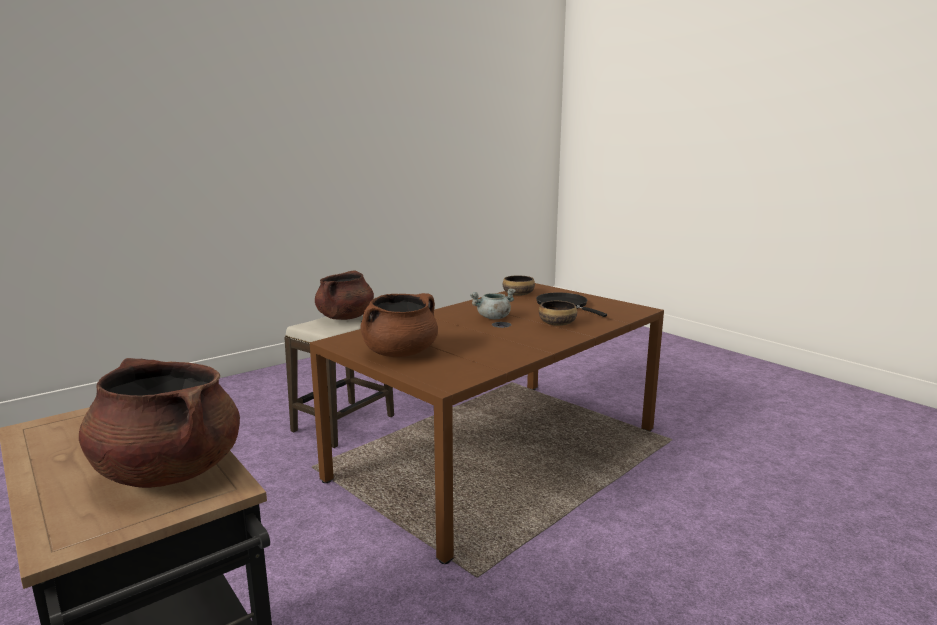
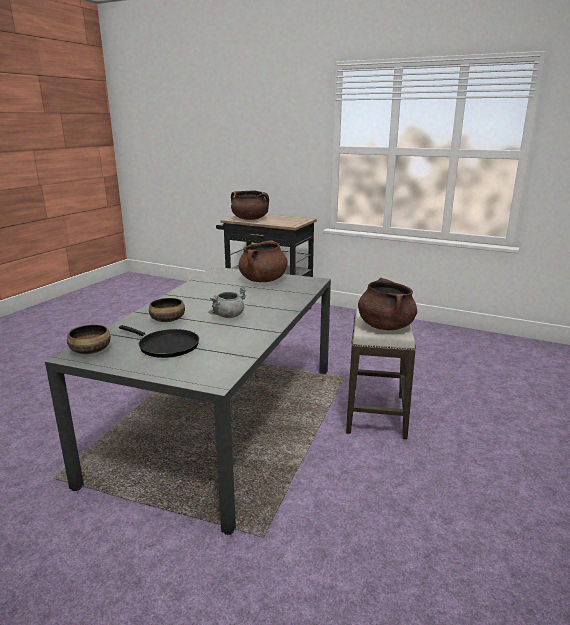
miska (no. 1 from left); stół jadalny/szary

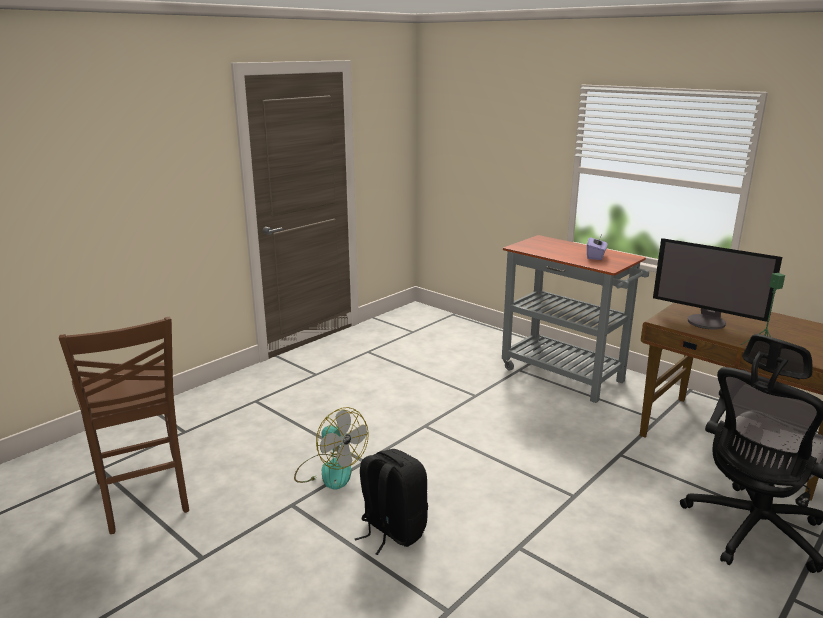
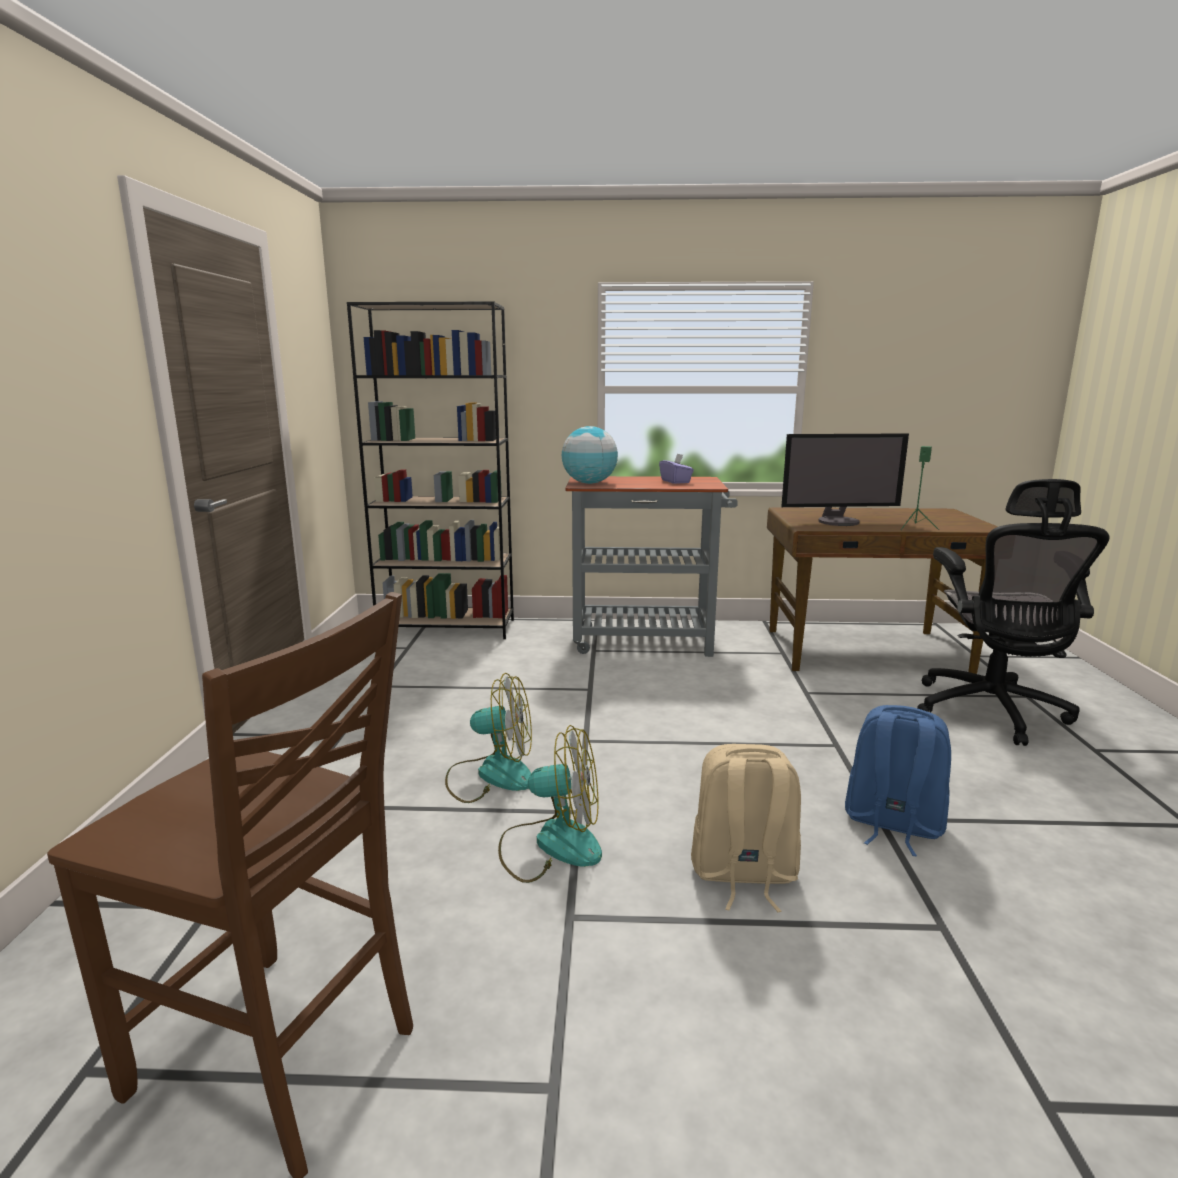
regał/beżowy; wentylator (no. 1 from left); globus; plecak/niebieski; plecak/beżowy

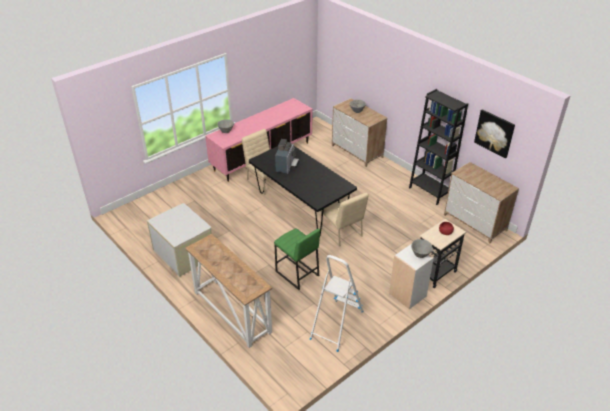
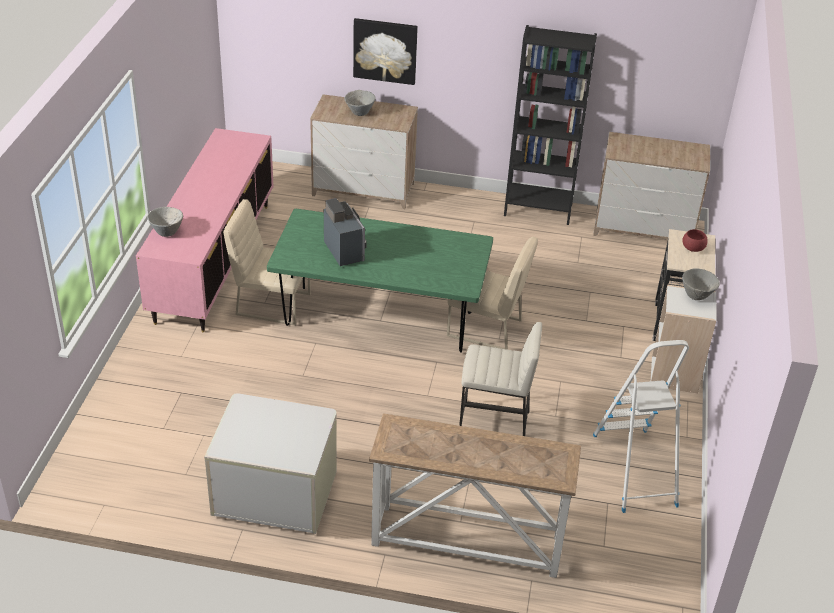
obraz; stół jadalny/zielony; stołek/beżowy

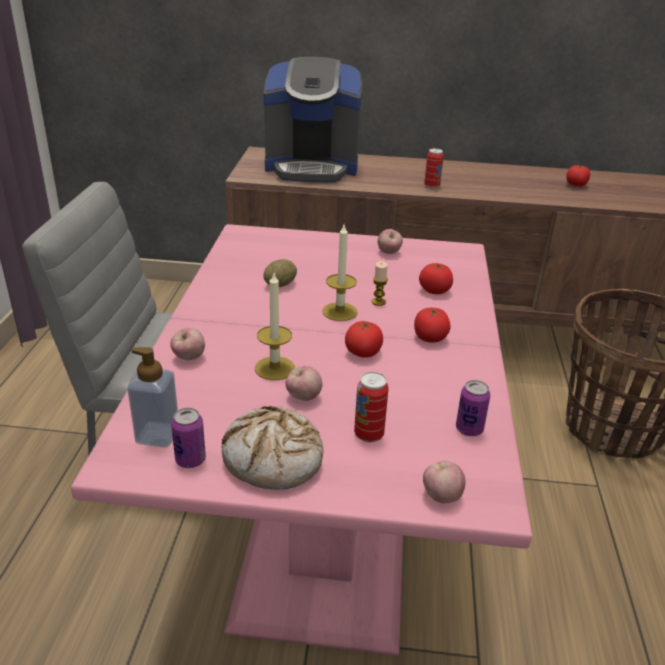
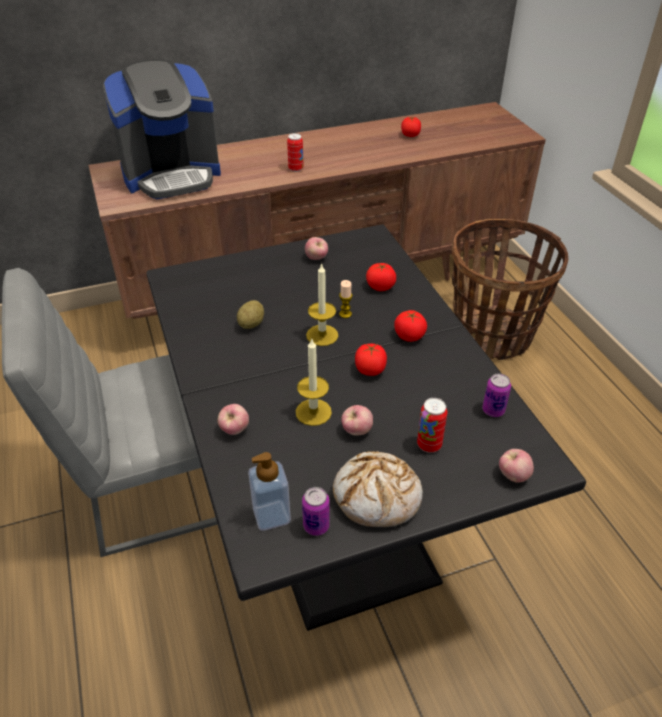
stół jadalny/czarny

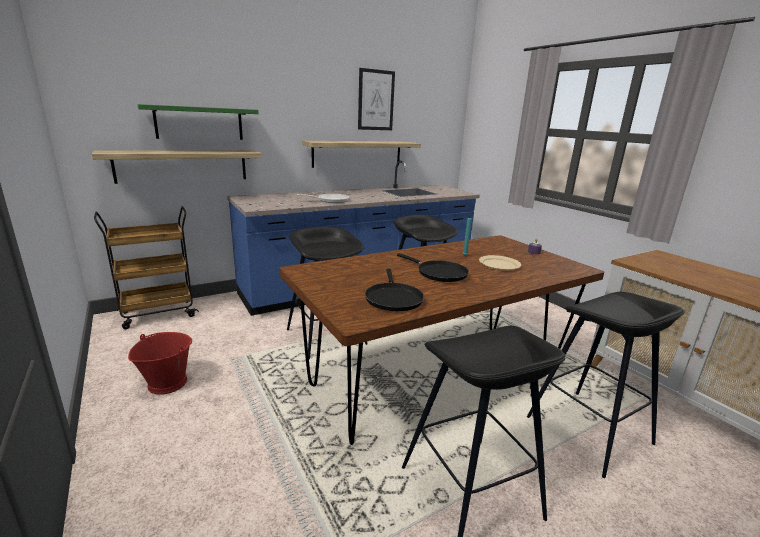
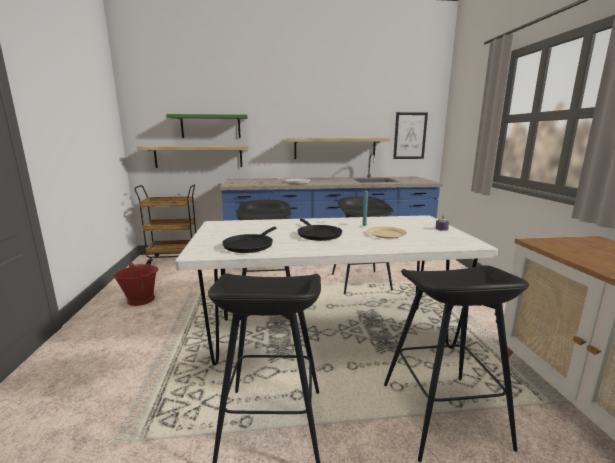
obraz; stół jadalny/biały

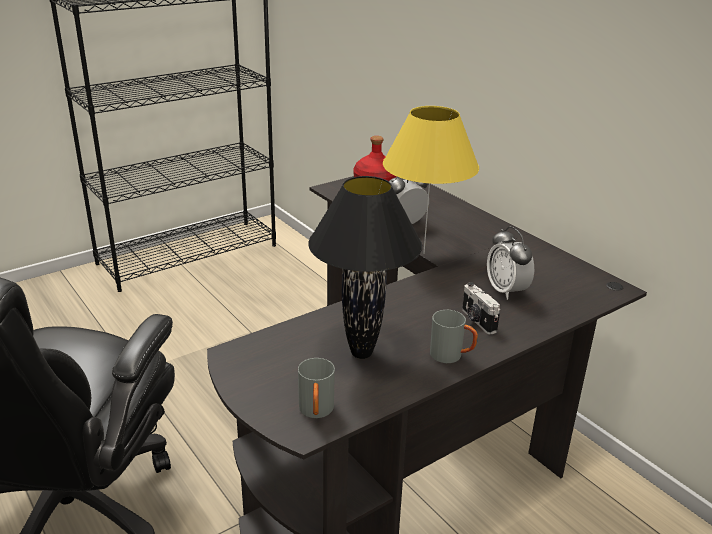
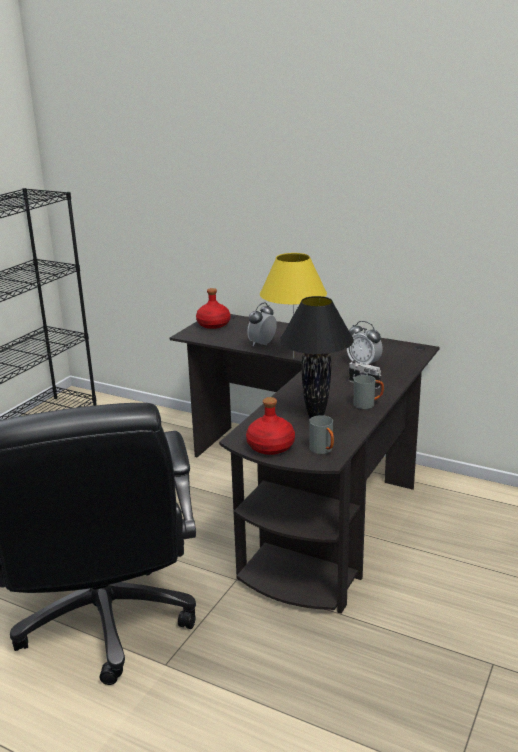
butelka/czerwony (no. 2 from left)

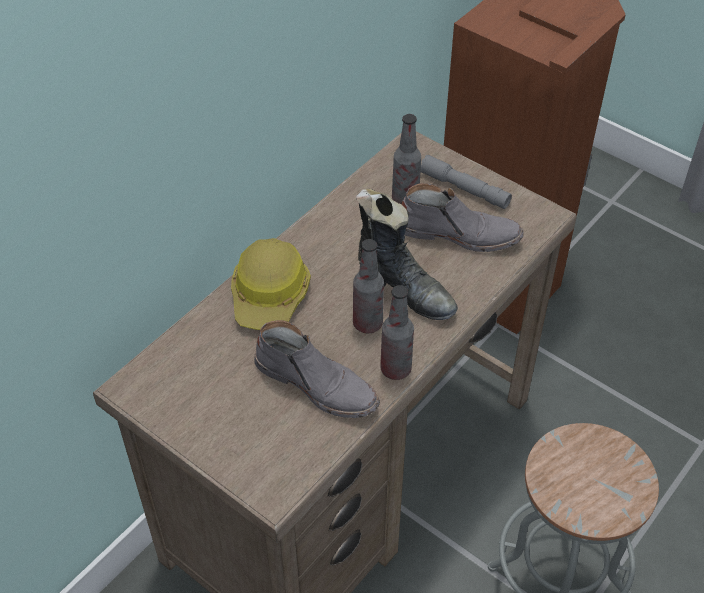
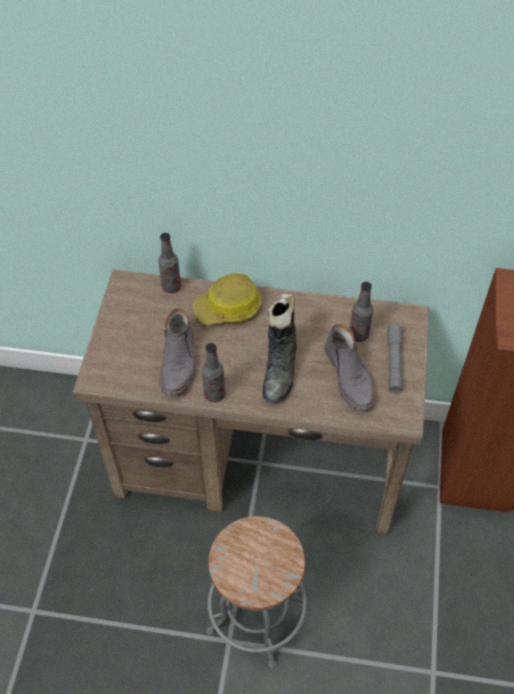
butelka (no. 1 from left)

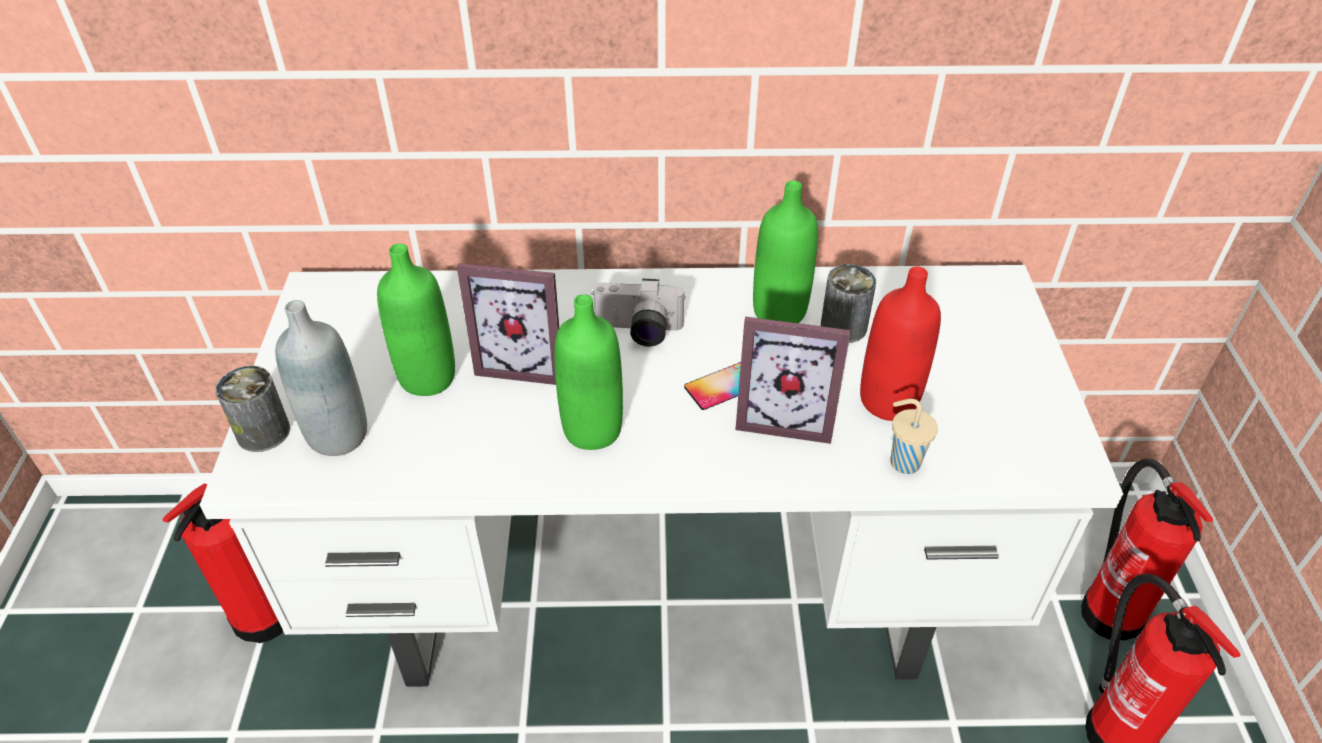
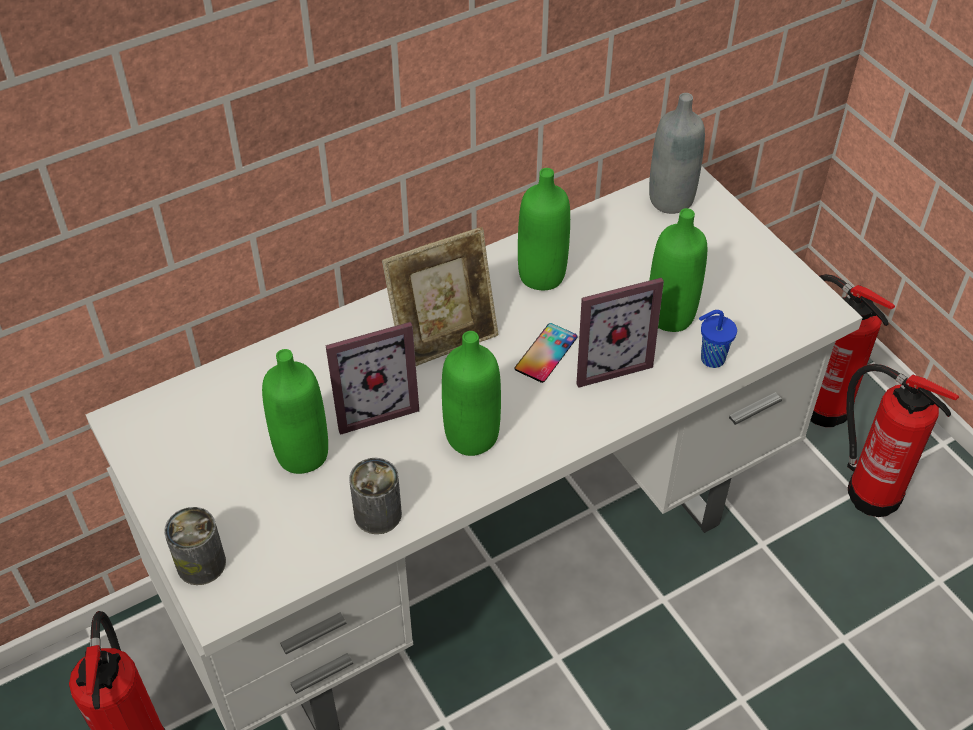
butelka/szary; puszka (no. 2 from left); ramka na zdjęcie (no. 2 from left); butelka/zielony (no. 4 from left); filiżanka/niebieski

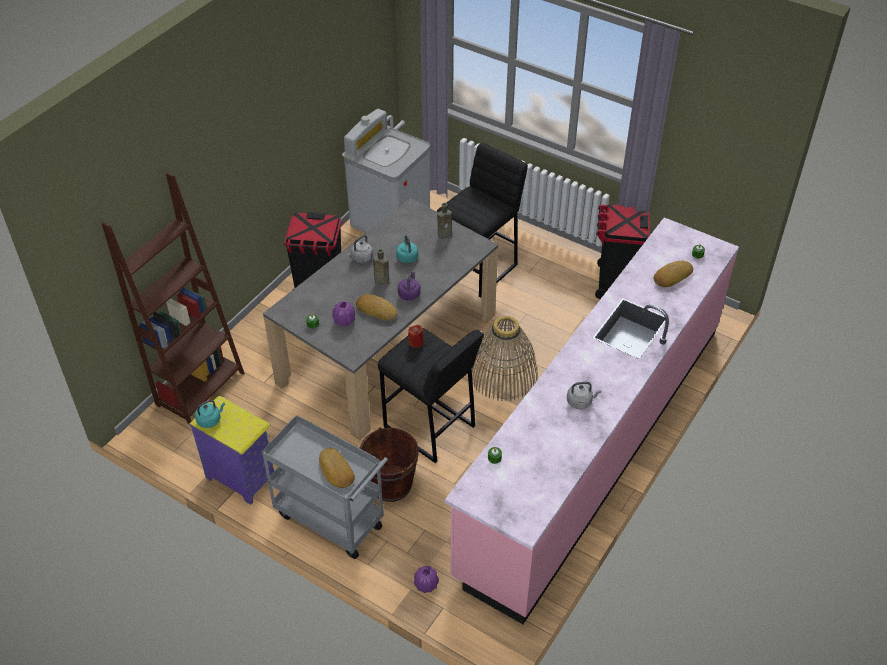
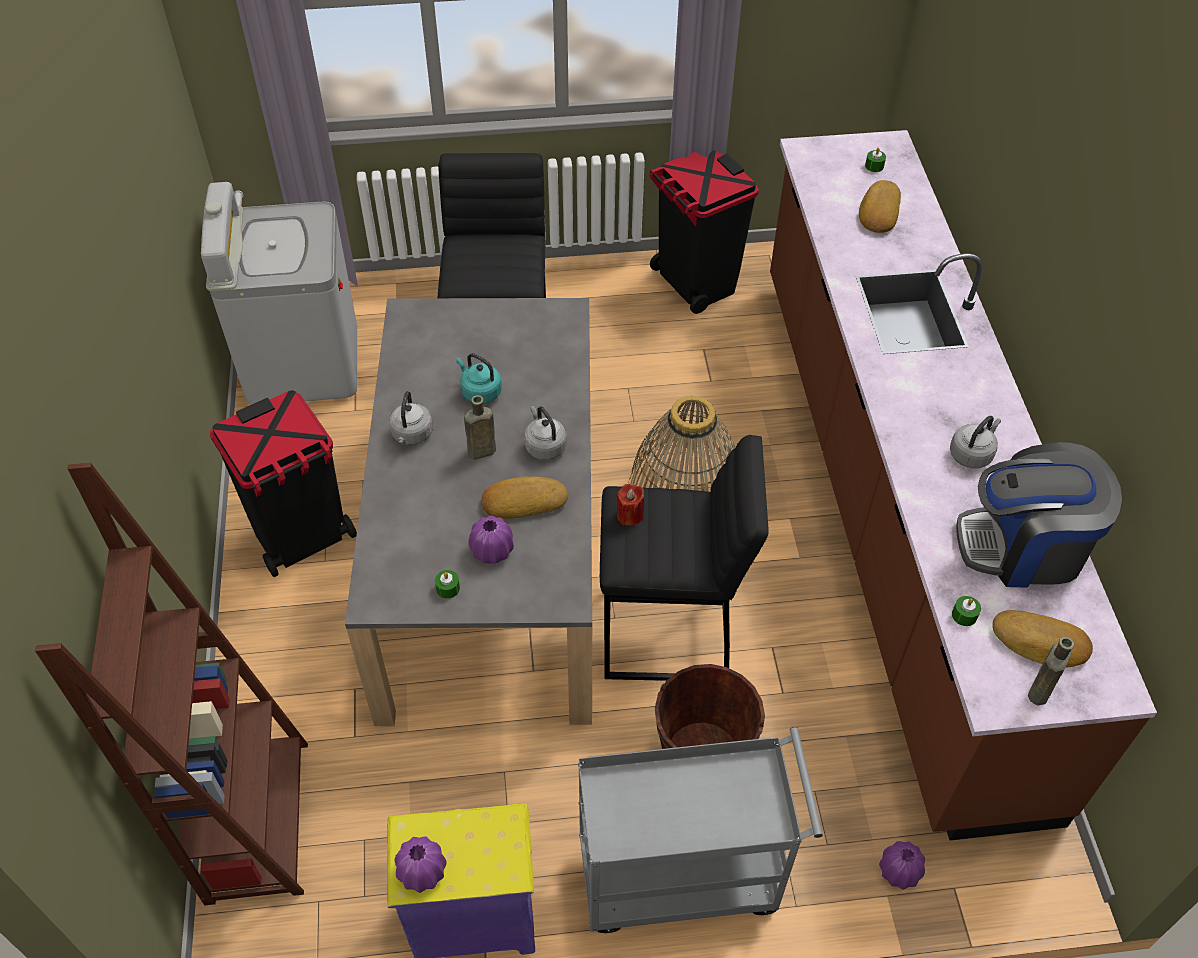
ekspres do kawy; chleb (no. 3 from left); butelka/brązowy (no. 2 from left); wazon/fioletowy (no. 1 from left); czajnik/szary (no. 2 from left); zabudowa kuchenna/brązowy

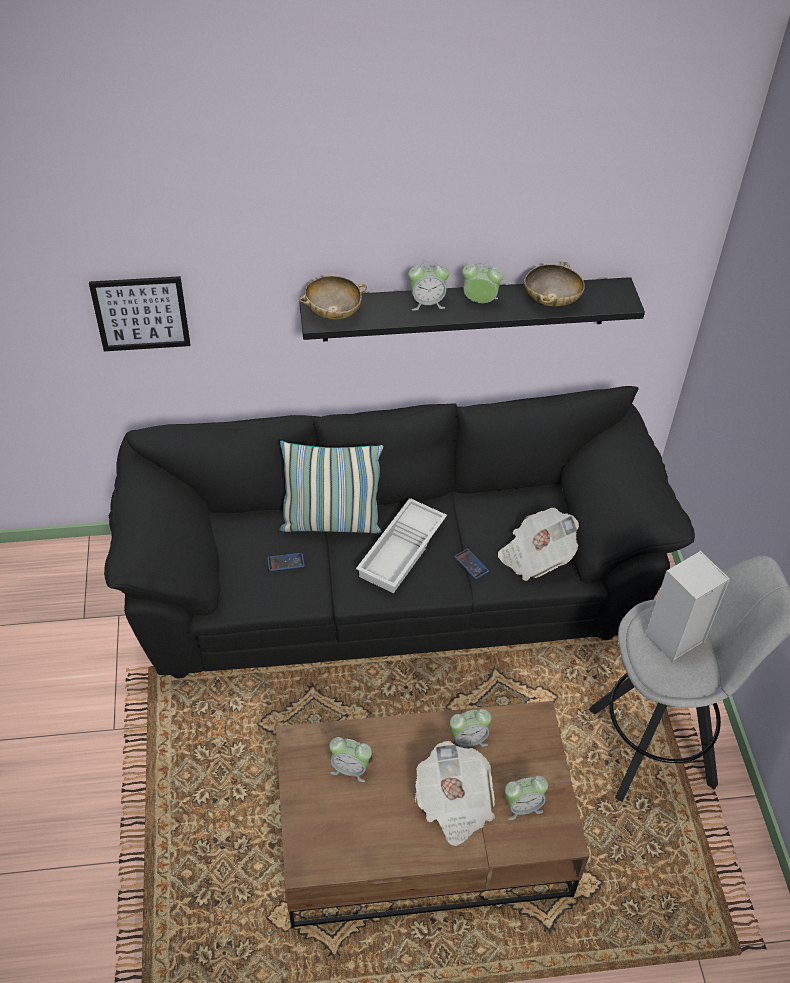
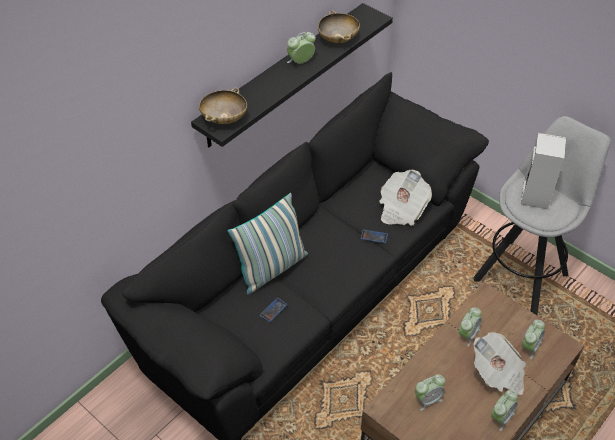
obraz; taca/biały; budzik (no. 4 from left)

